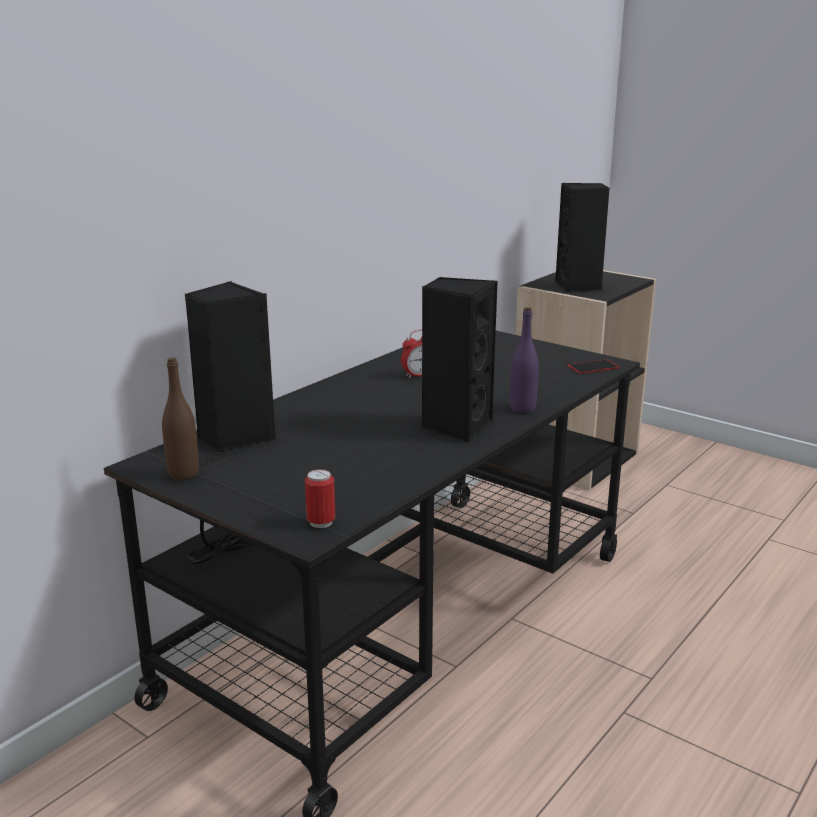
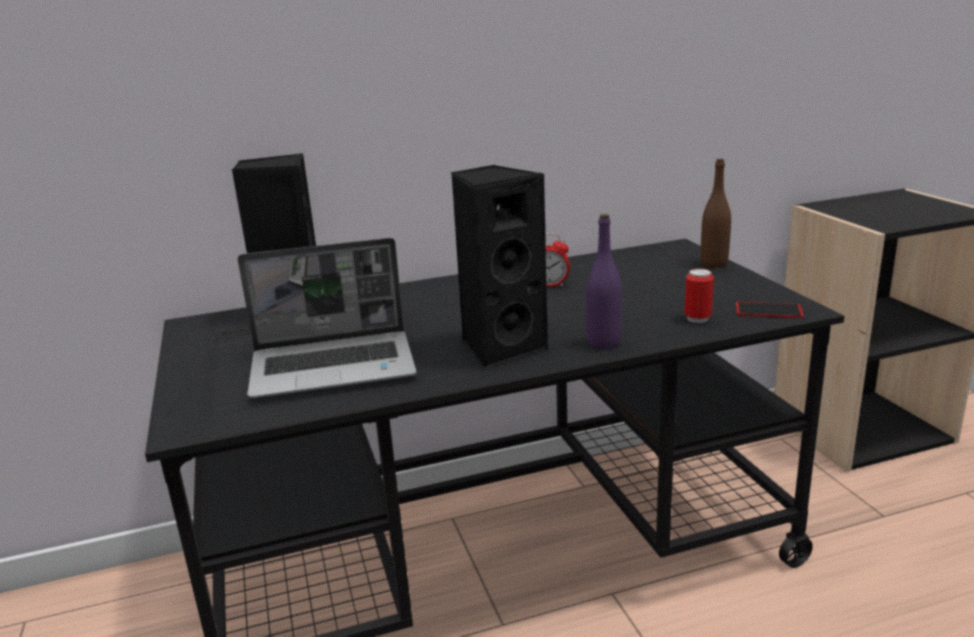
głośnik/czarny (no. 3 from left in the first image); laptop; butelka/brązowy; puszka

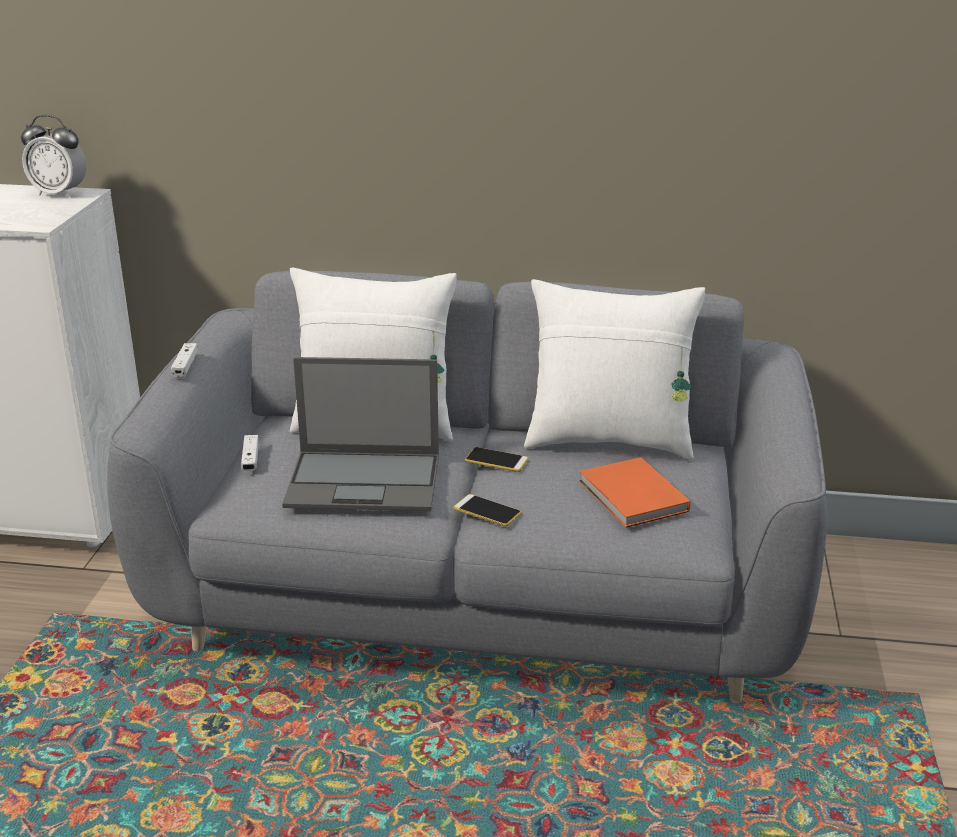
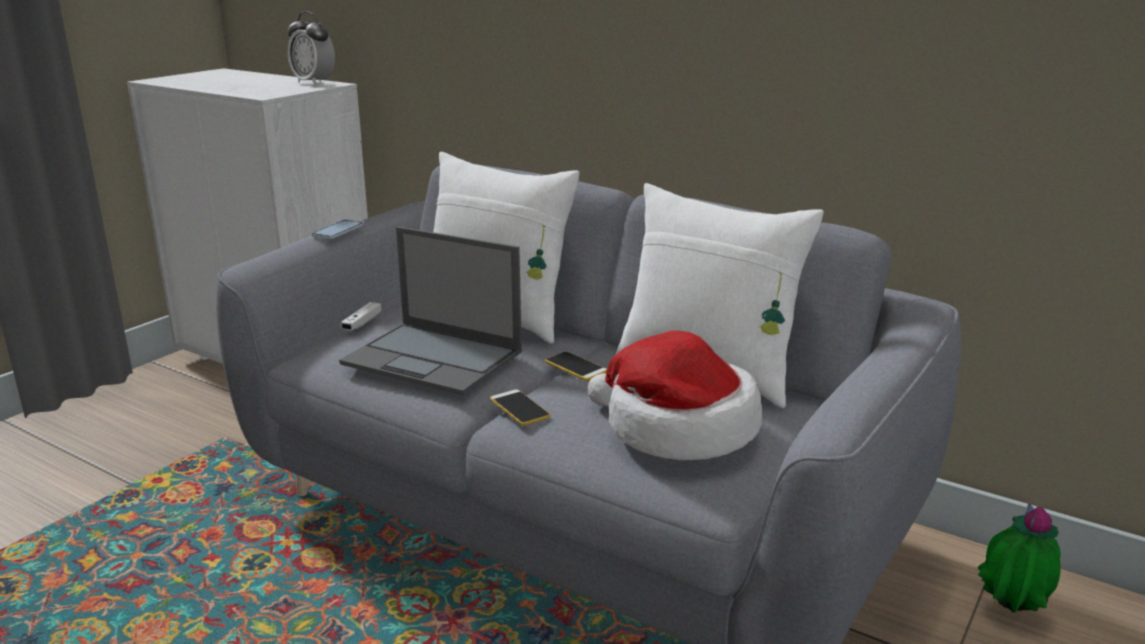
roślina doniczkowa; telefon (no. 1 from left); kapelusz

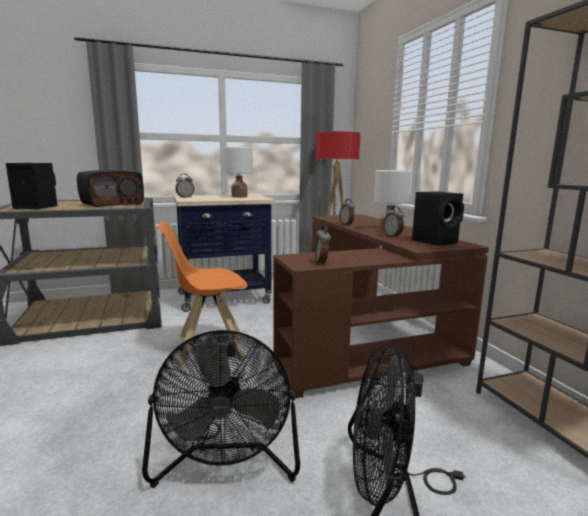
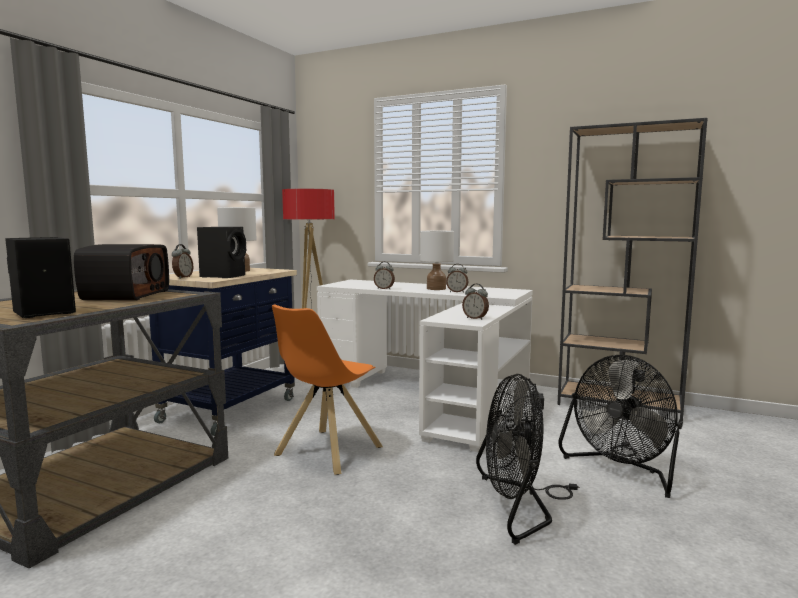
głośnik/czarny (no. 2 from left); biurko/biały; wentylator/czarny (no. 1 from left)

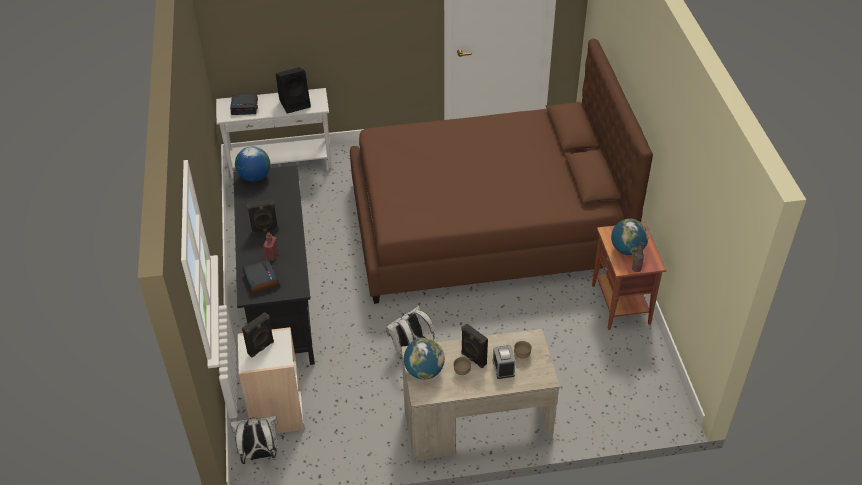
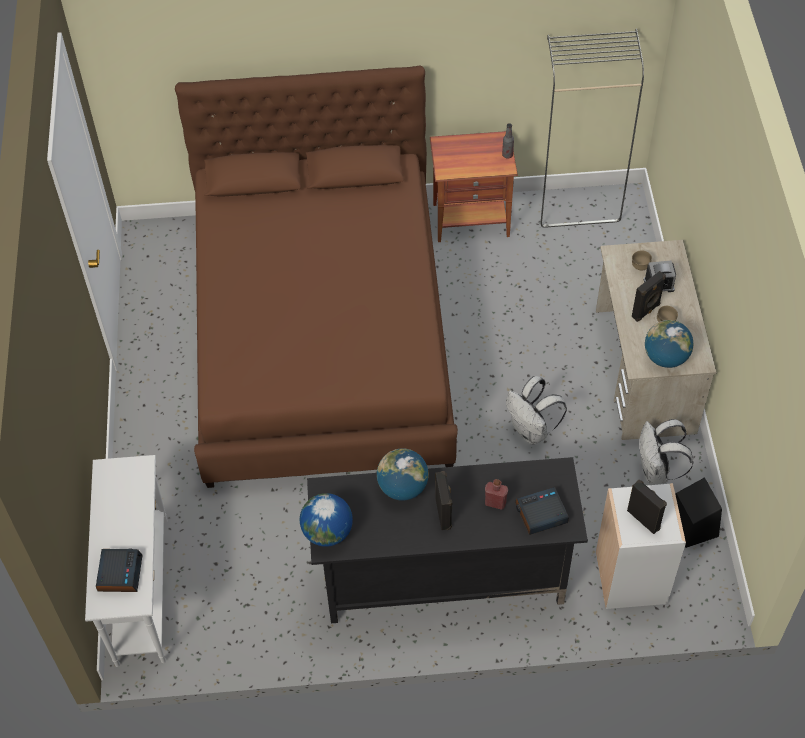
wieszak/szary; plecak/biały (no. 2 from left); głośnik/czarny (no. 4 from left); globus (no. 2 from left)

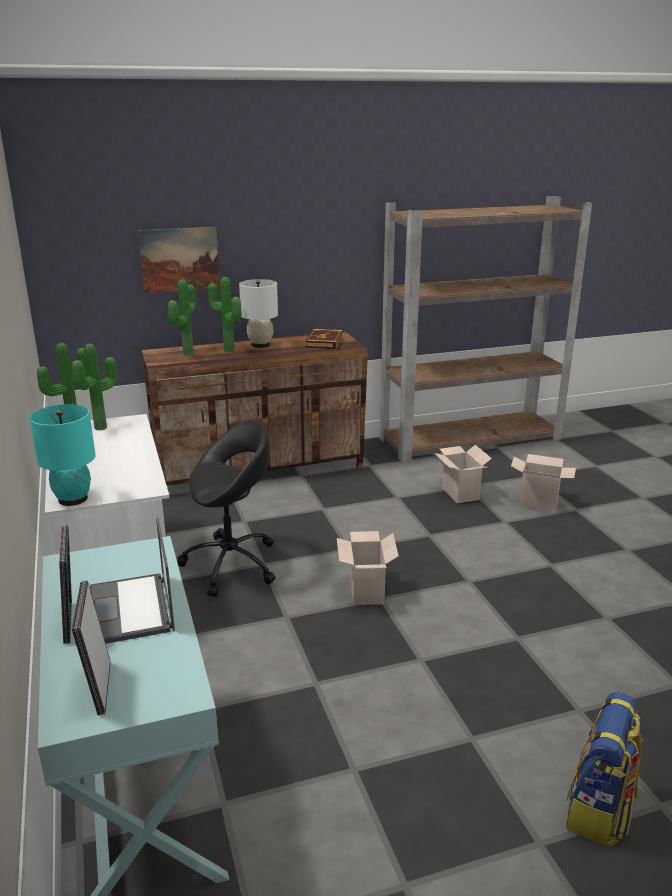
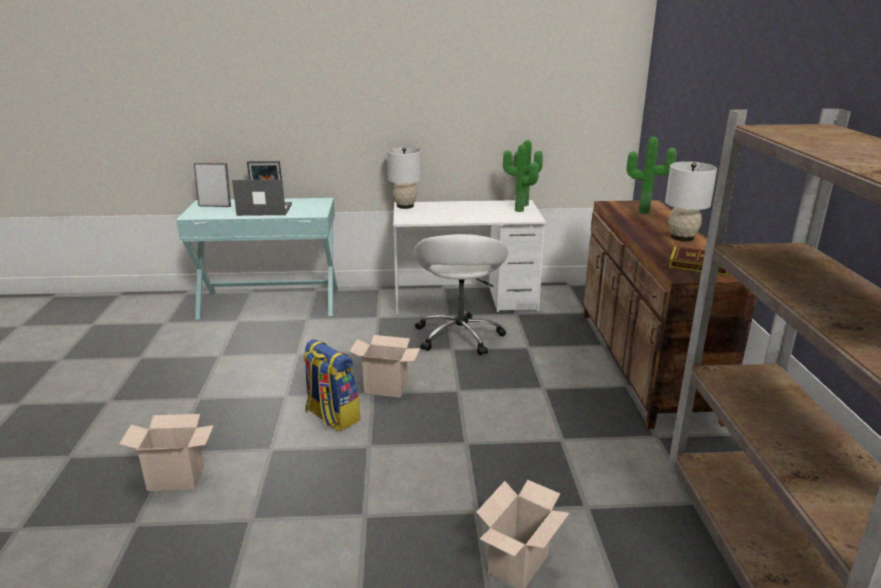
obraz; roślina doniczkowa (no. 4 from left in the first image); karton (no. 1 from left); plecak; lampa stołowa/biały (no. 1 from left); krzesło biurowe/biały

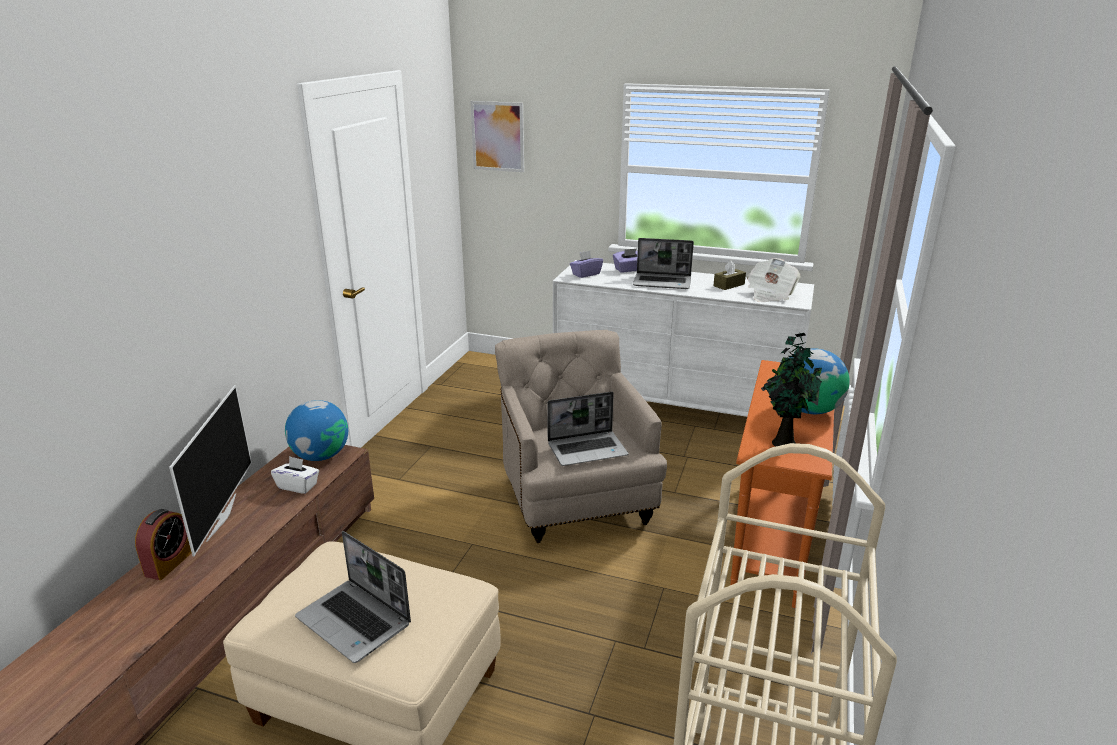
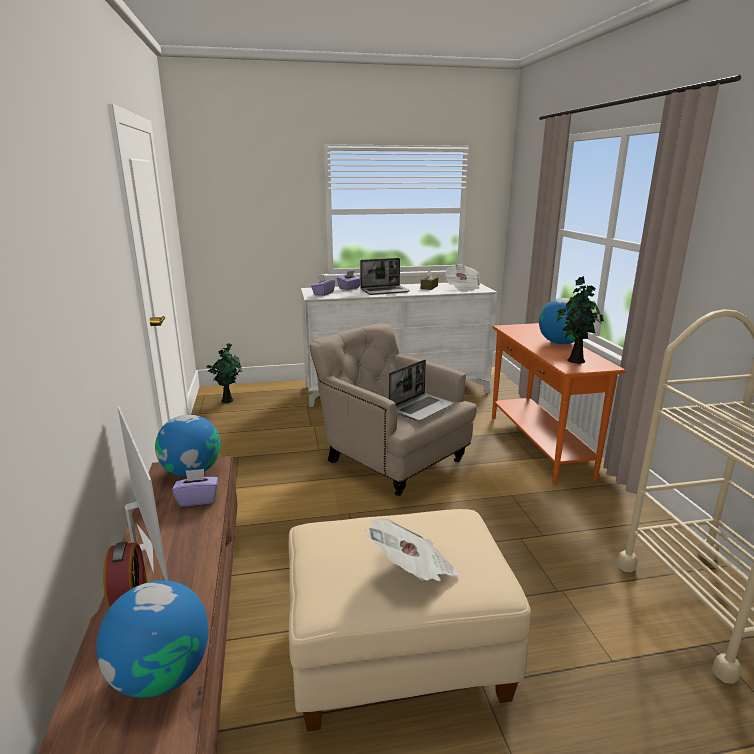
obraz; globus (no. 1 from left); roślina doniczkowa (no. 1 from left); gazeta (no. 1 from left); pudełko chusteczek/fioletowy (no. 1 from left)

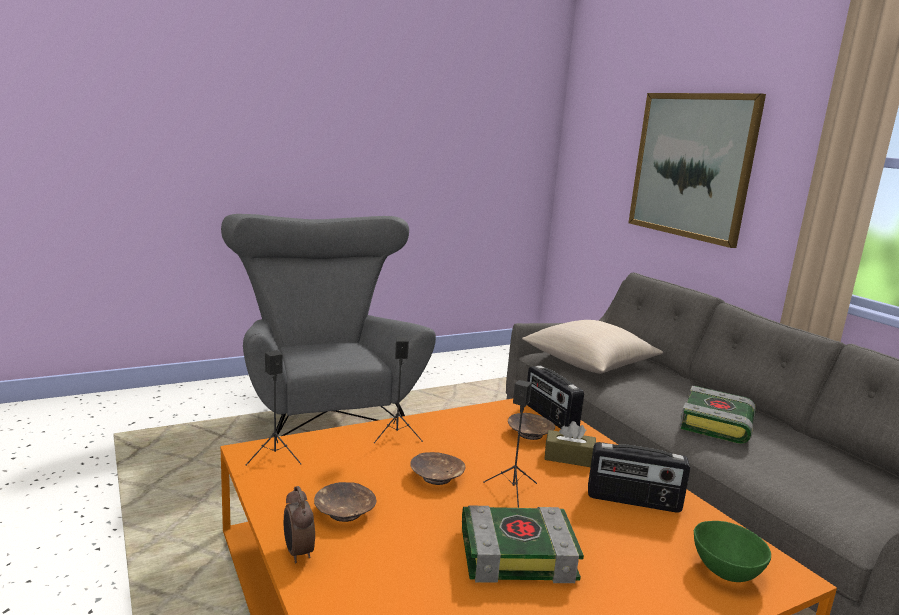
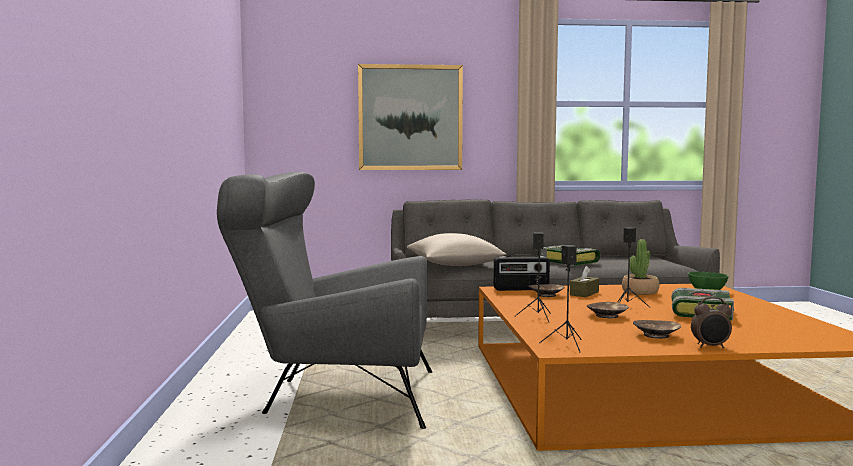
roślina doniczkowa

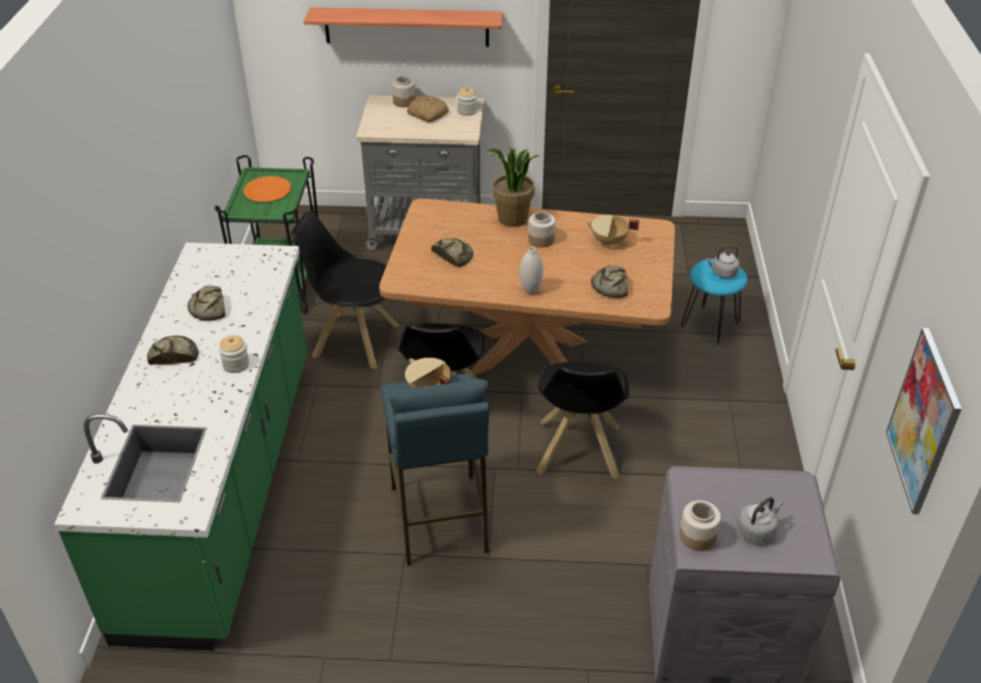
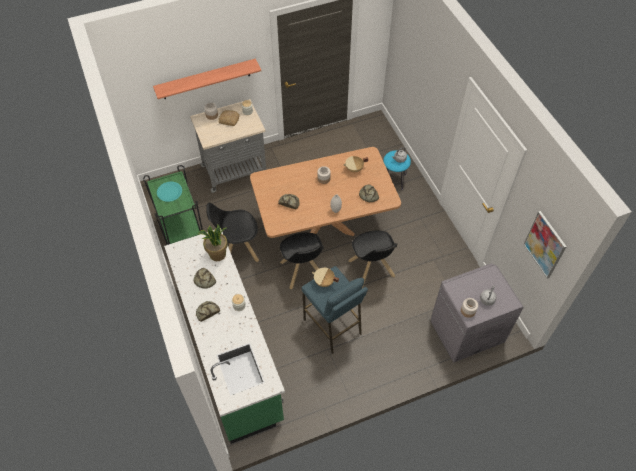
roślina doniczkowa; talerz/turkusowy

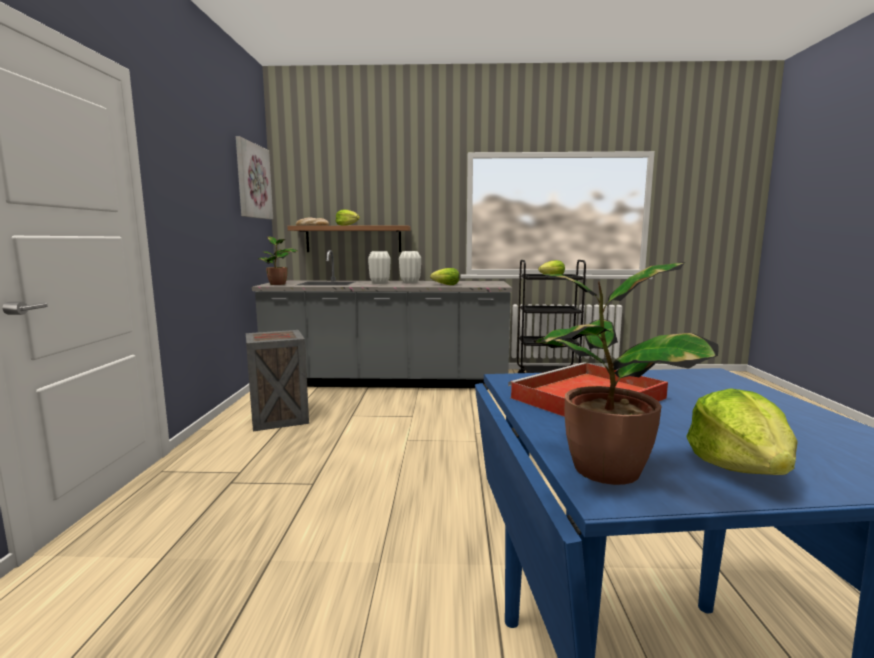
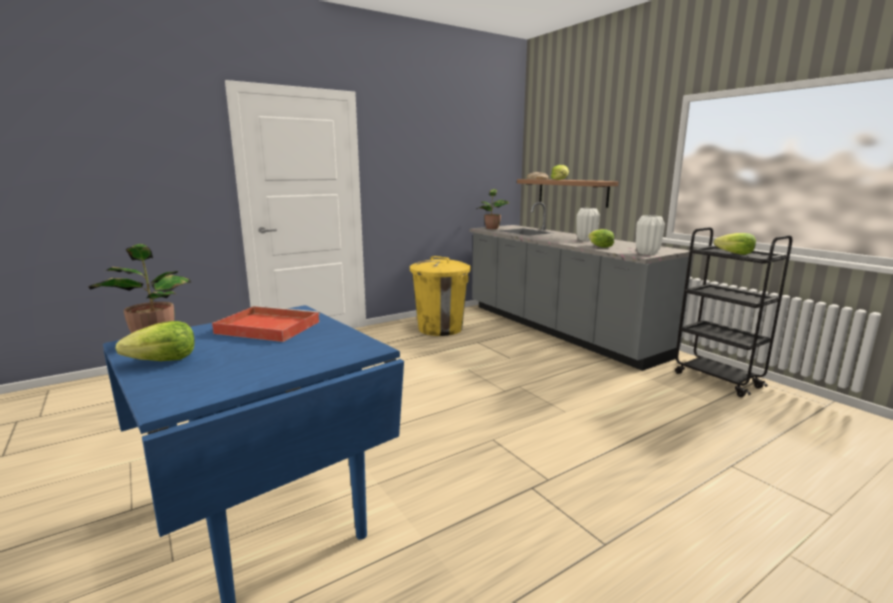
obraz; wazon/biały (no. 2 from left); kosz na śmieci/żółty

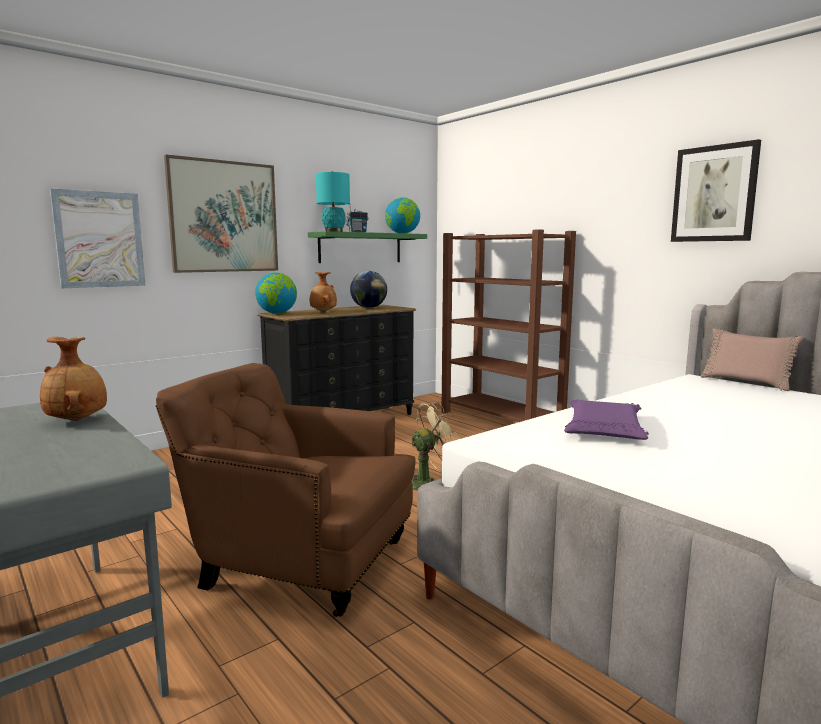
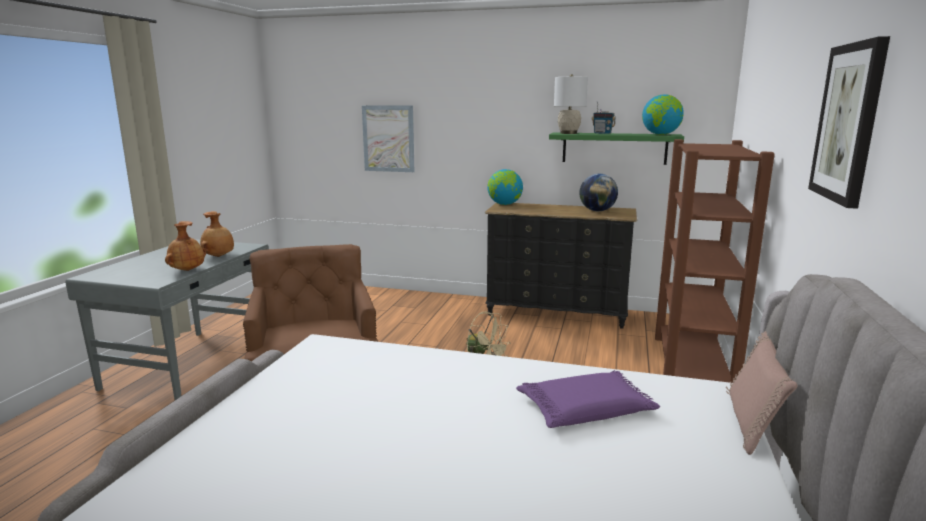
obraz (no. 2 from left in the first image); wazon/brązowy (no. 1 from left); poduszka/fioletowy; lampa stołowa/biały

